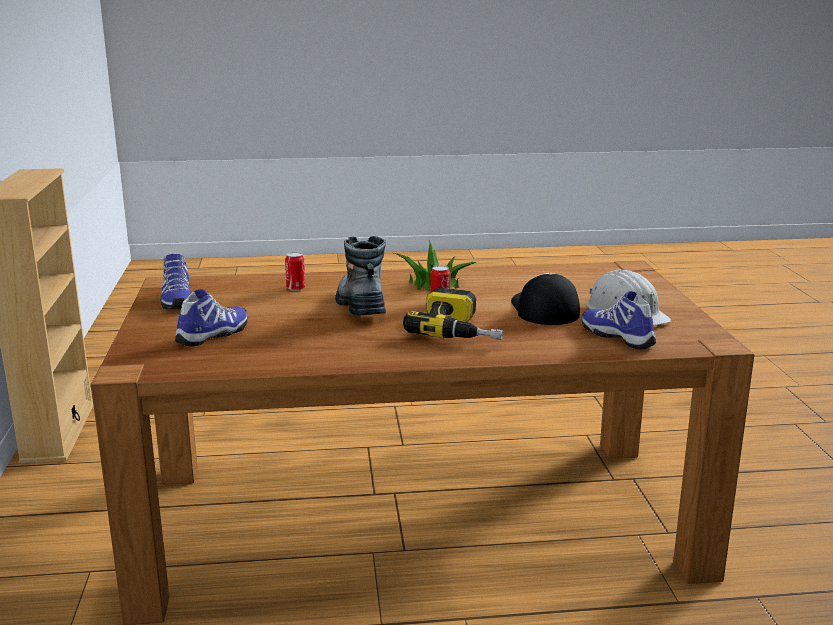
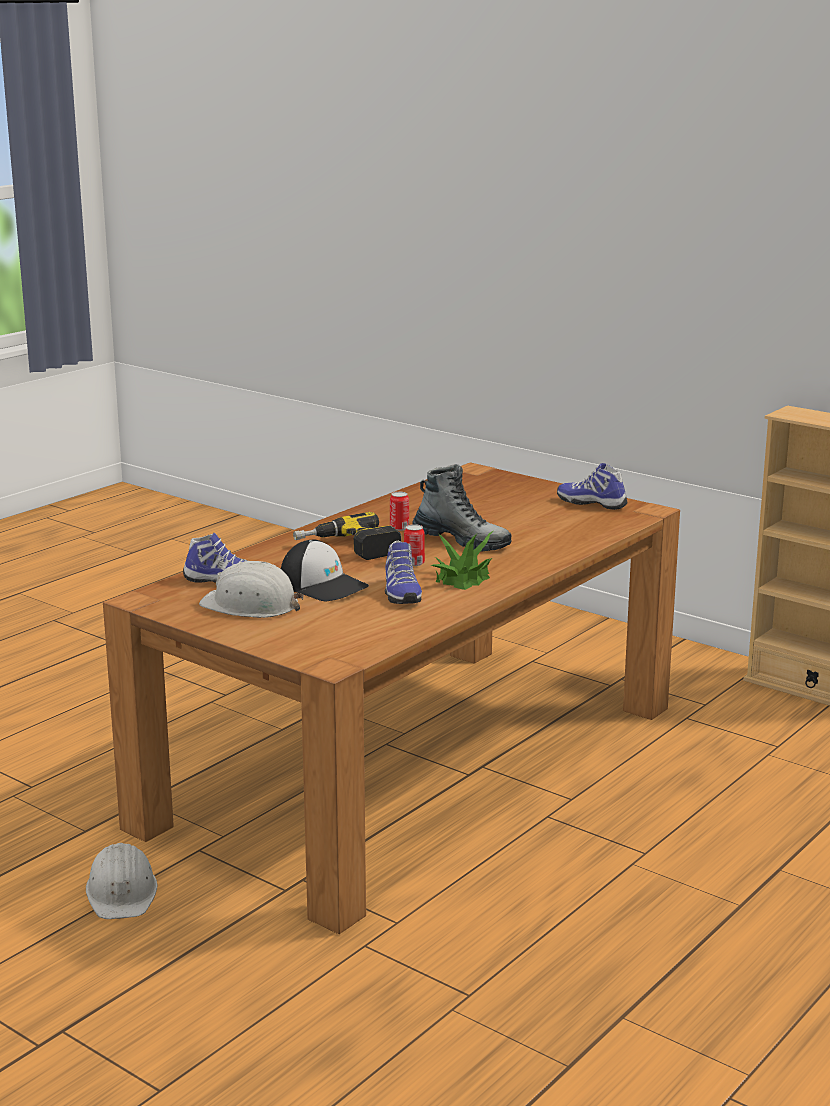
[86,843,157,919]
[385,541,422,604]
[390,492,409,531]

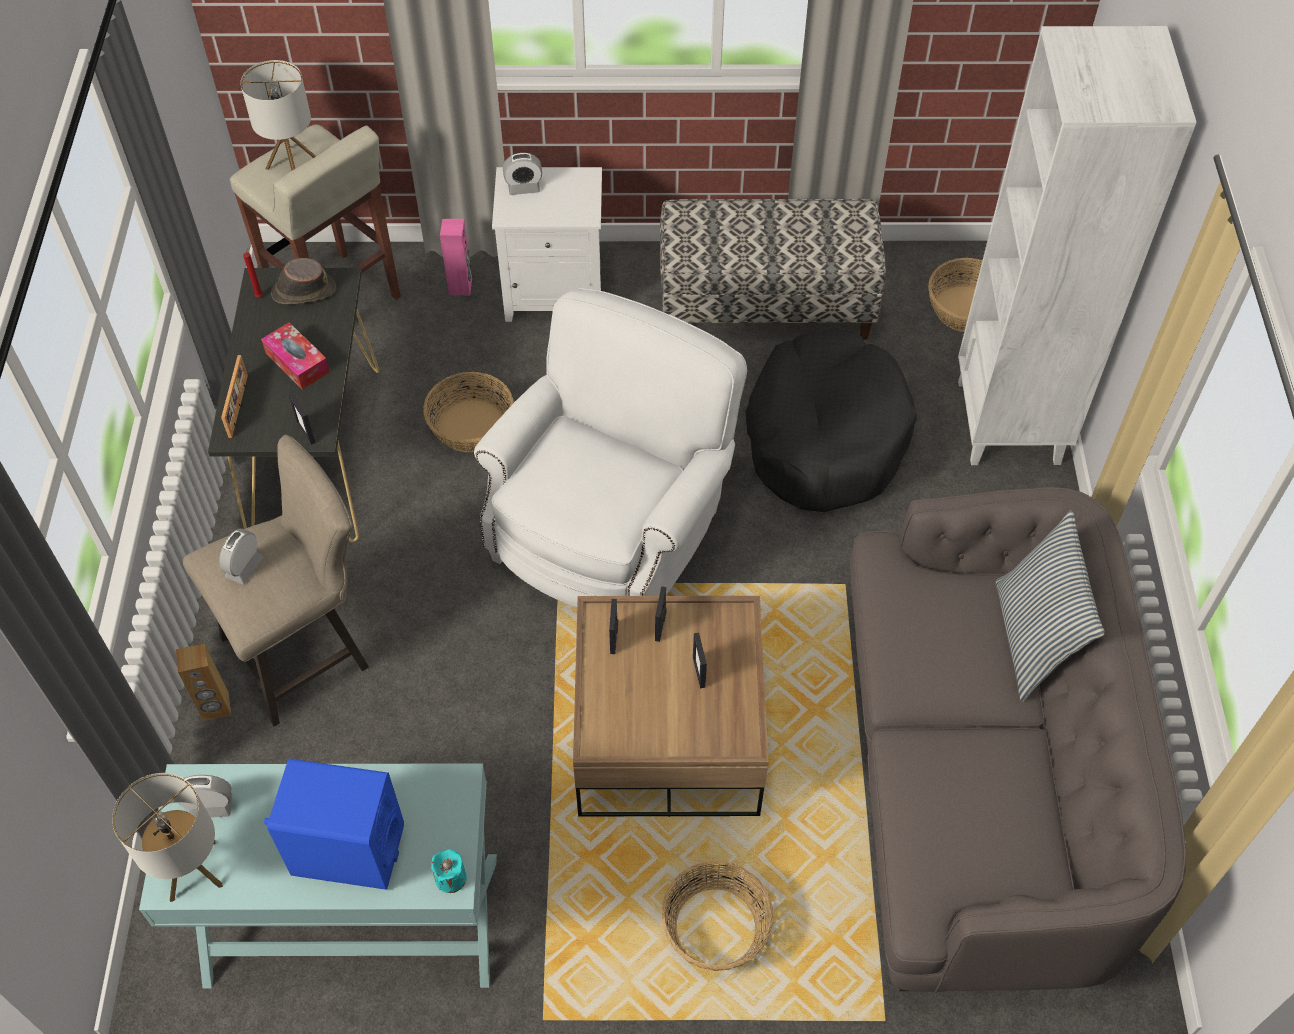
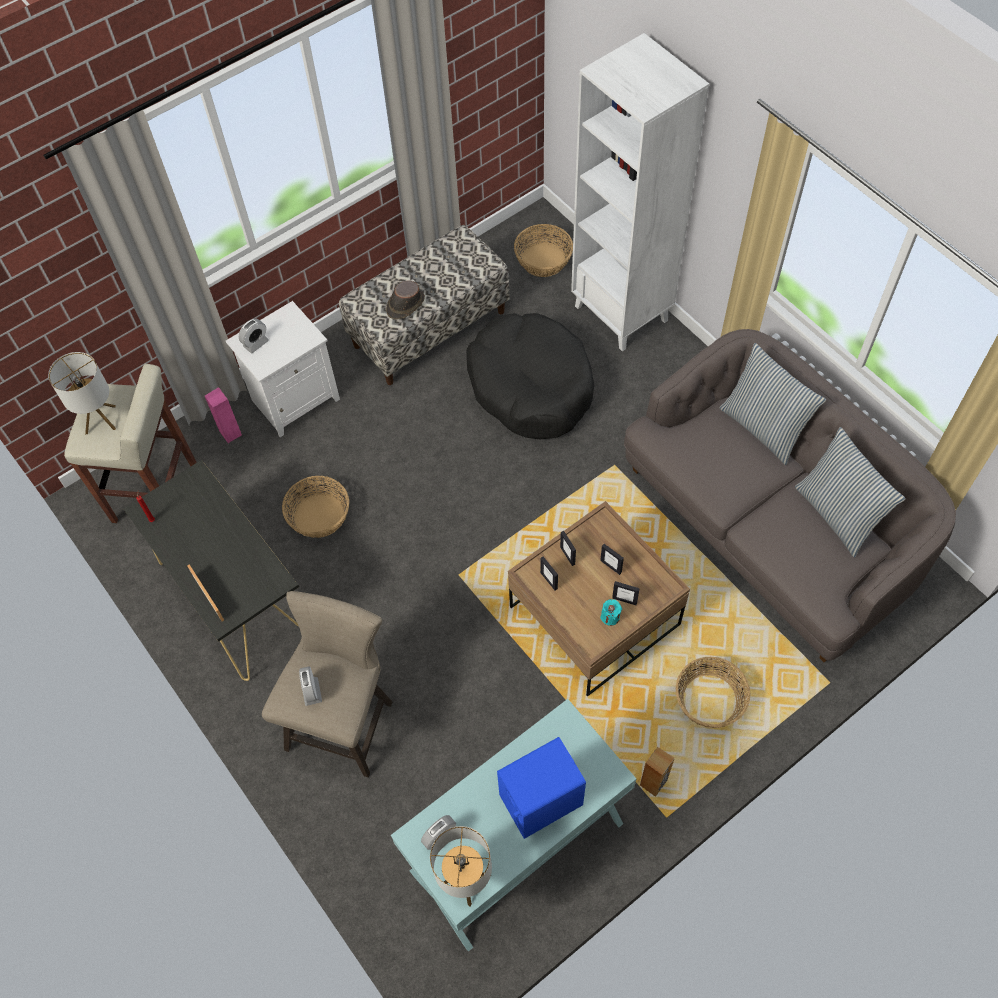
[386,281,425,320]
[600,599,622,626]
[612,581,640,605]
[640,747,675,797]
[795,427,905,558]
[261,322,330,390] (first image)
[474,288,747,607] (first image)

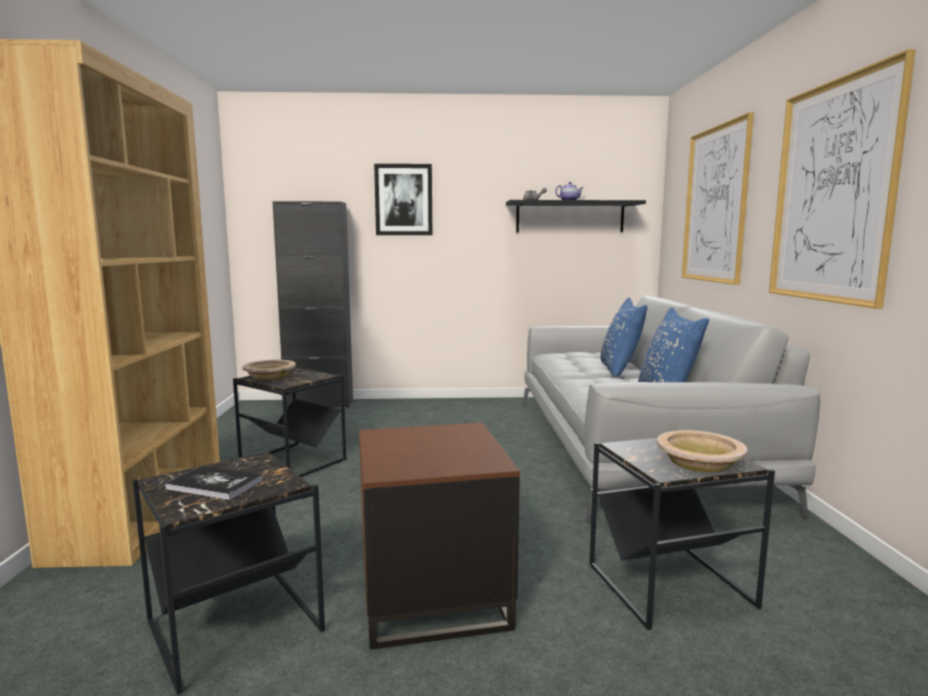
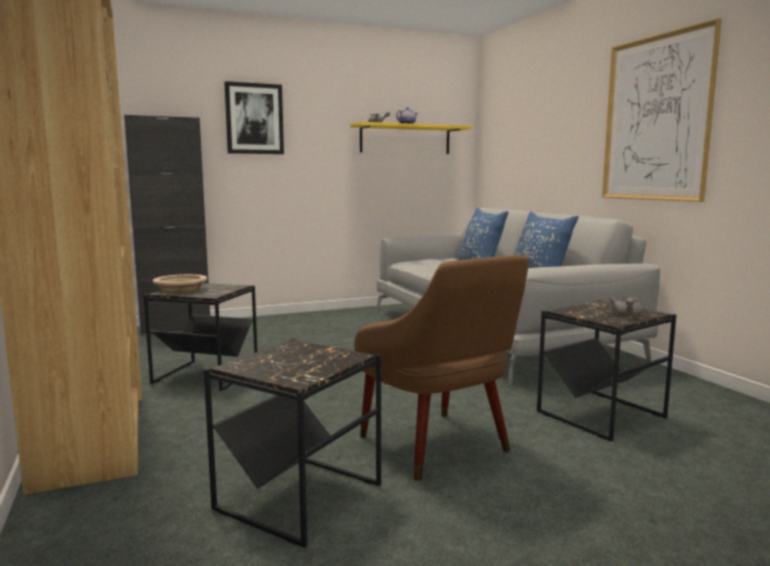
[350,122,472,154]
[354,255,529,481]
[609,297,642,315]
[165,466,263,500] (first image)
[682,112,754,285] (first image)

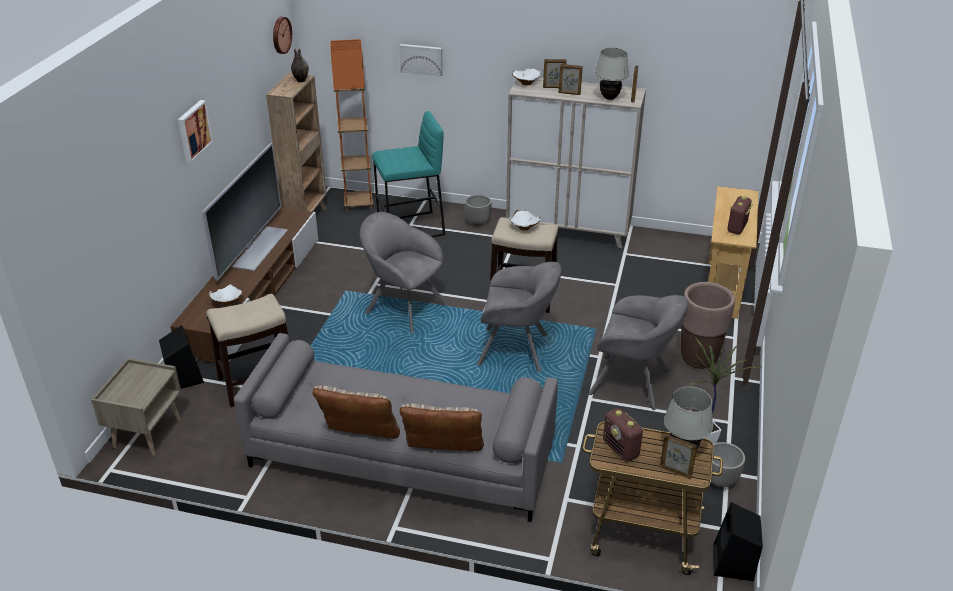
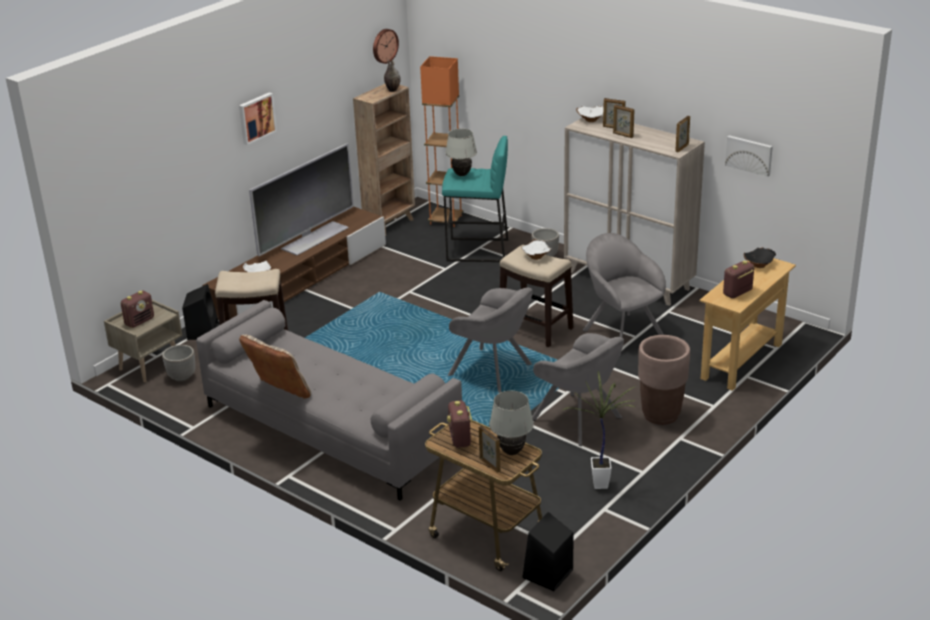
[121,290,154,328]
[162,345,195,382]
[445,129,477,176]
[582,233,666,357]
[725,135,773,177]
[744,247,776,268]
[400,403,484,452] (first image)

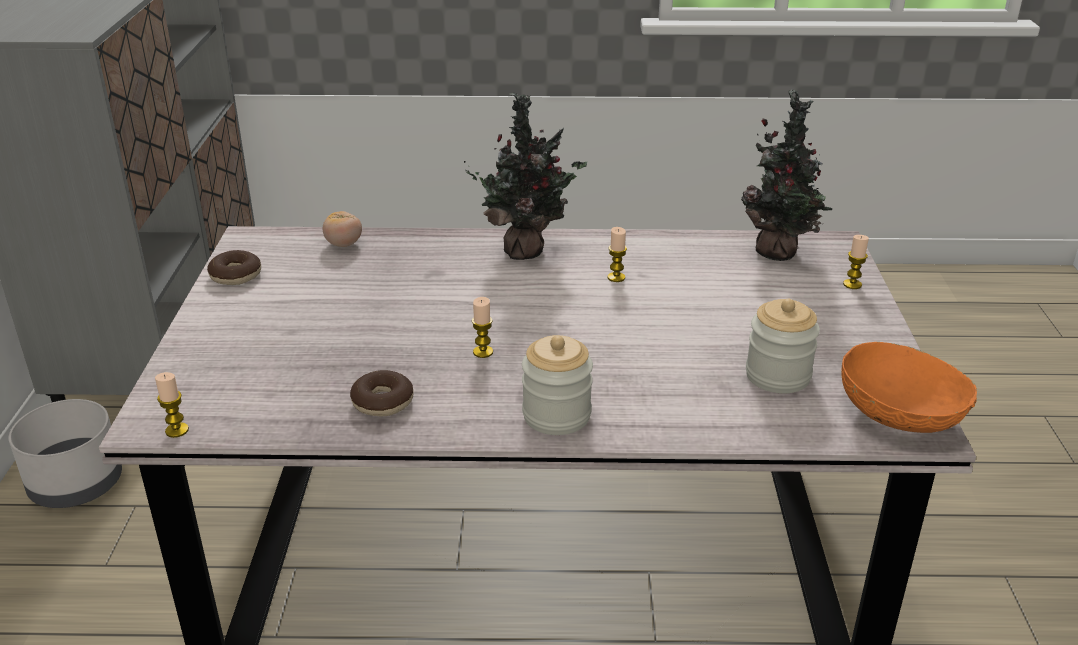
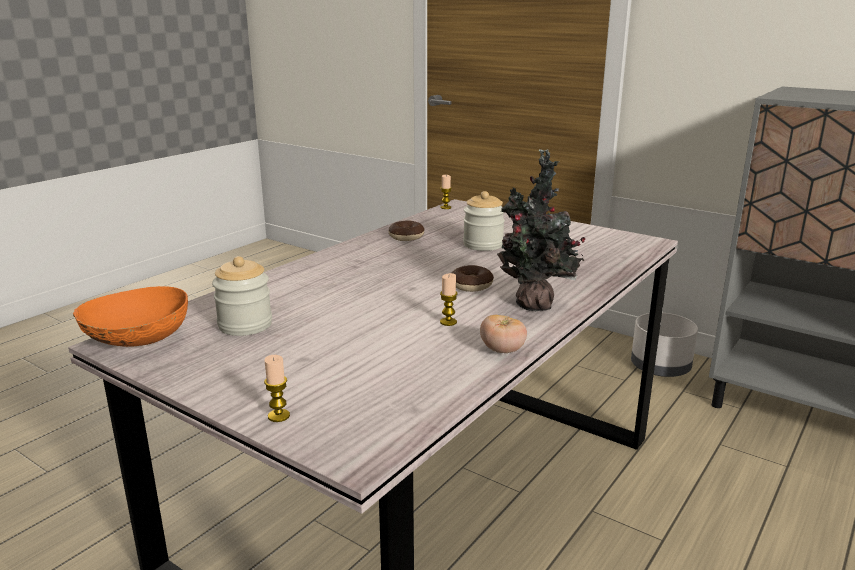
[452,265,494,292]
[463,191,505,251]
[480,315,527,353]
[472,297,493,358] (first image)
[741,89,833,261] (first image)

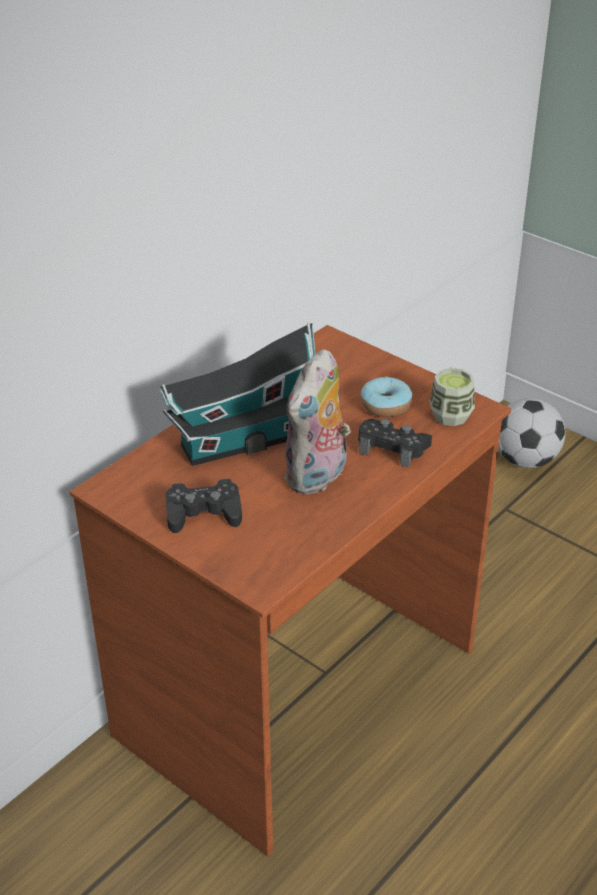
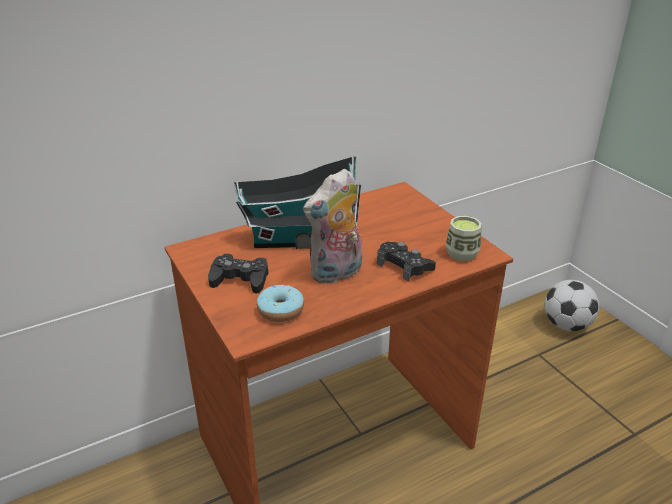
[257,285,304,322]

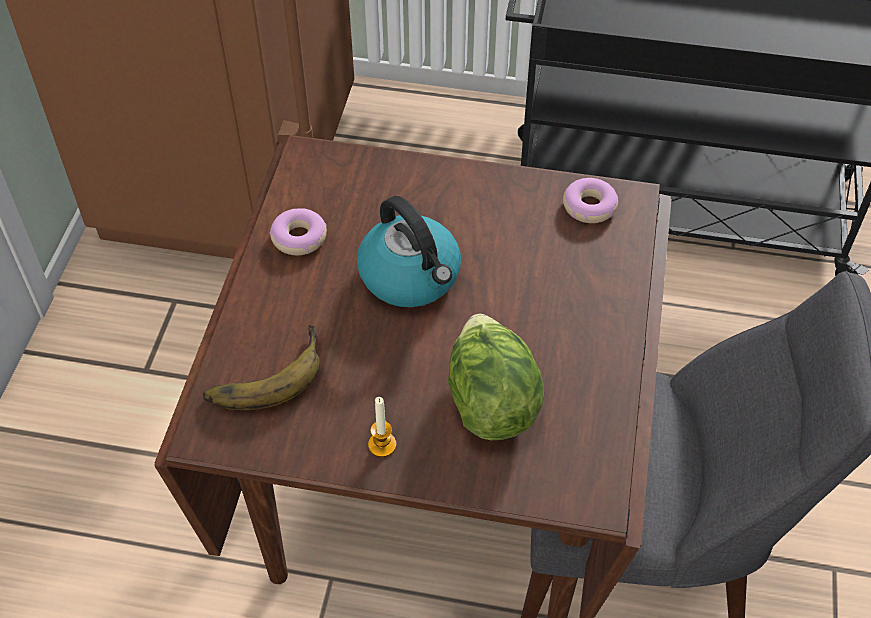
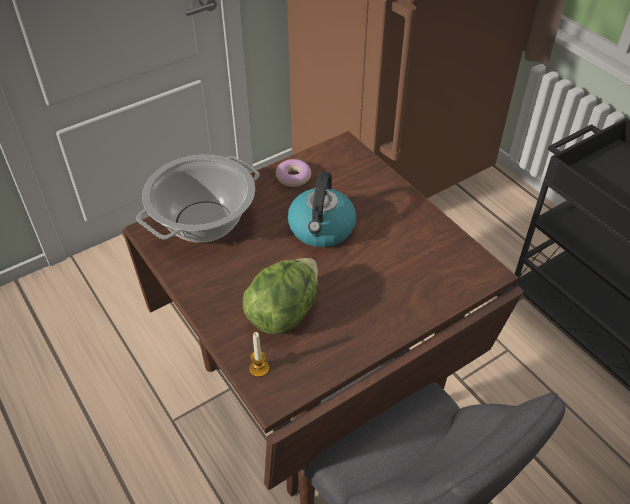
[136,155,259,243]
[249,332,269,377]
[563,178,618,223] (first image)

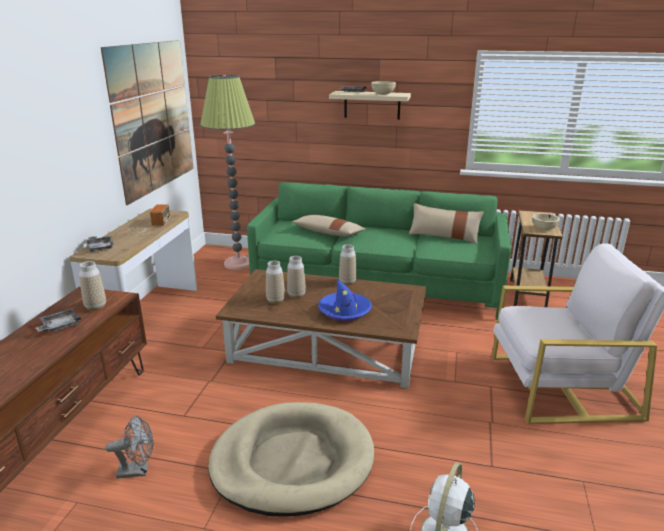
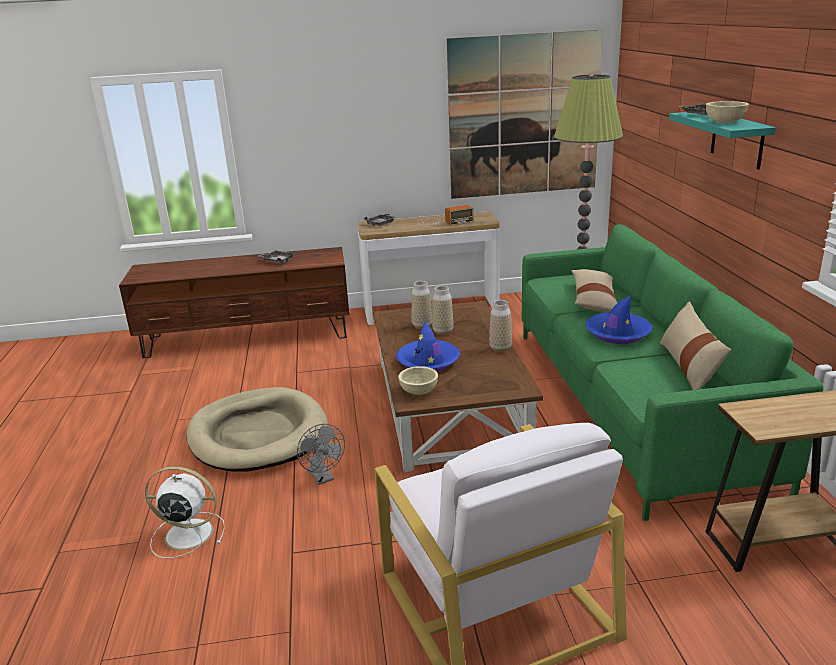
[297,424,345,485]
[398,366,438,395]
[585,295,653,344]
[669,112,776,170]
[79,261,106,311] (first image)

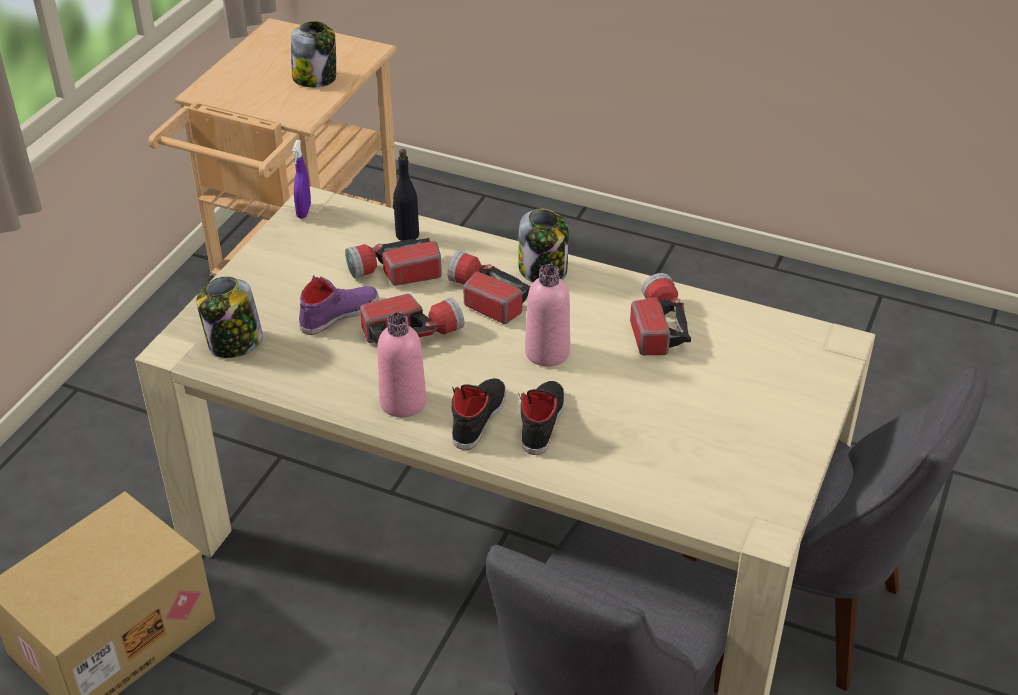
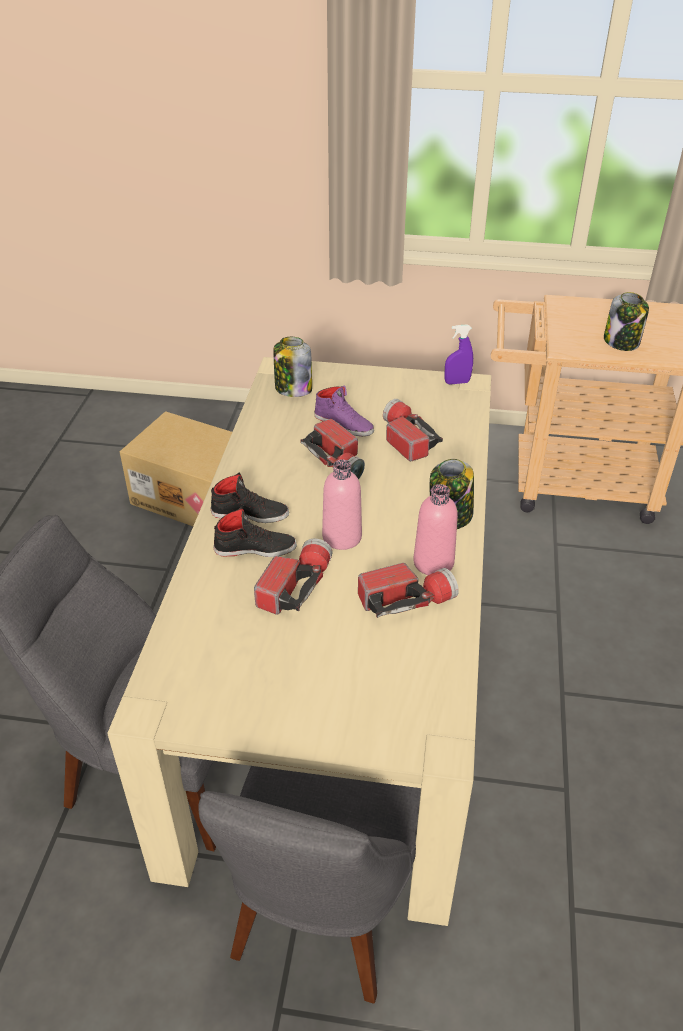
[254,539,333,615]
[413,484,458,575]
[393,149,419,241] (first image)

